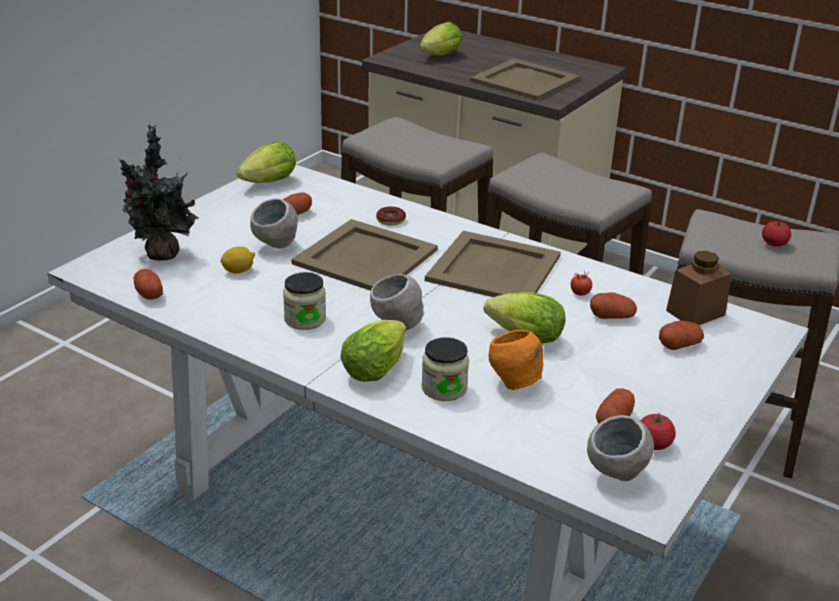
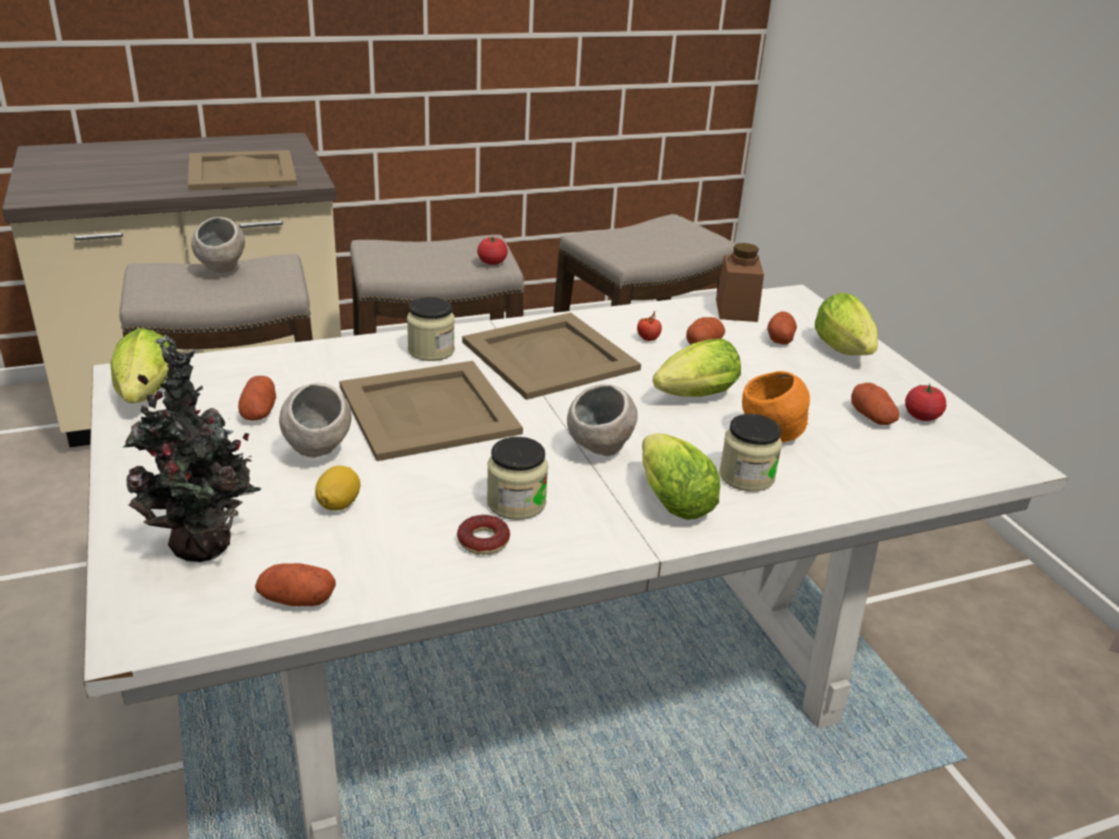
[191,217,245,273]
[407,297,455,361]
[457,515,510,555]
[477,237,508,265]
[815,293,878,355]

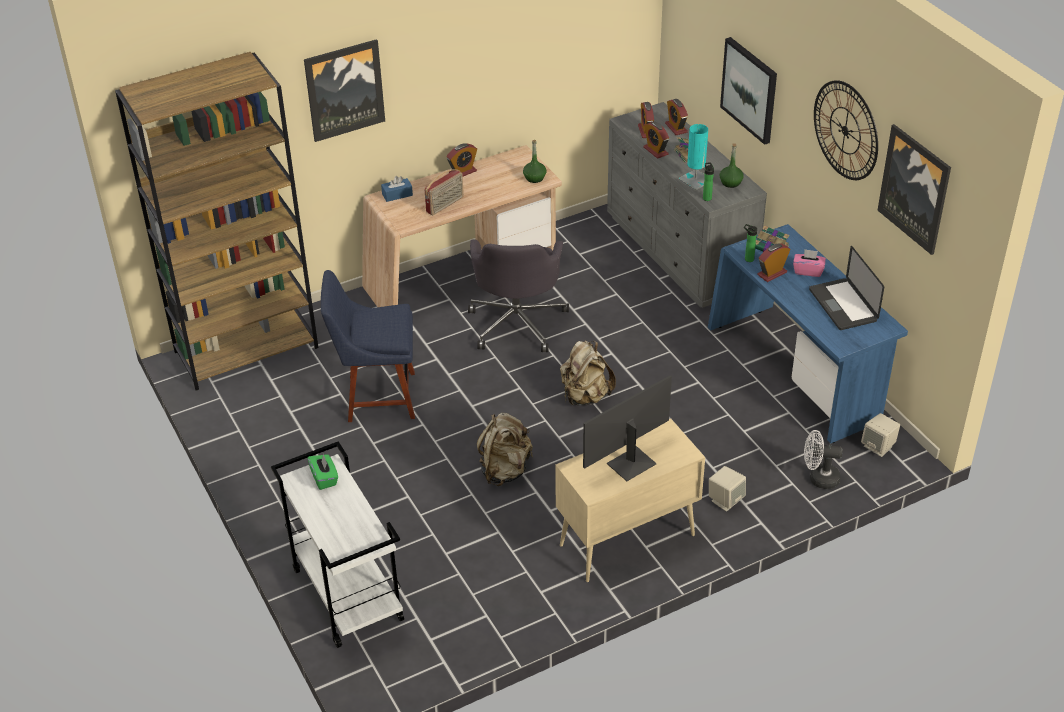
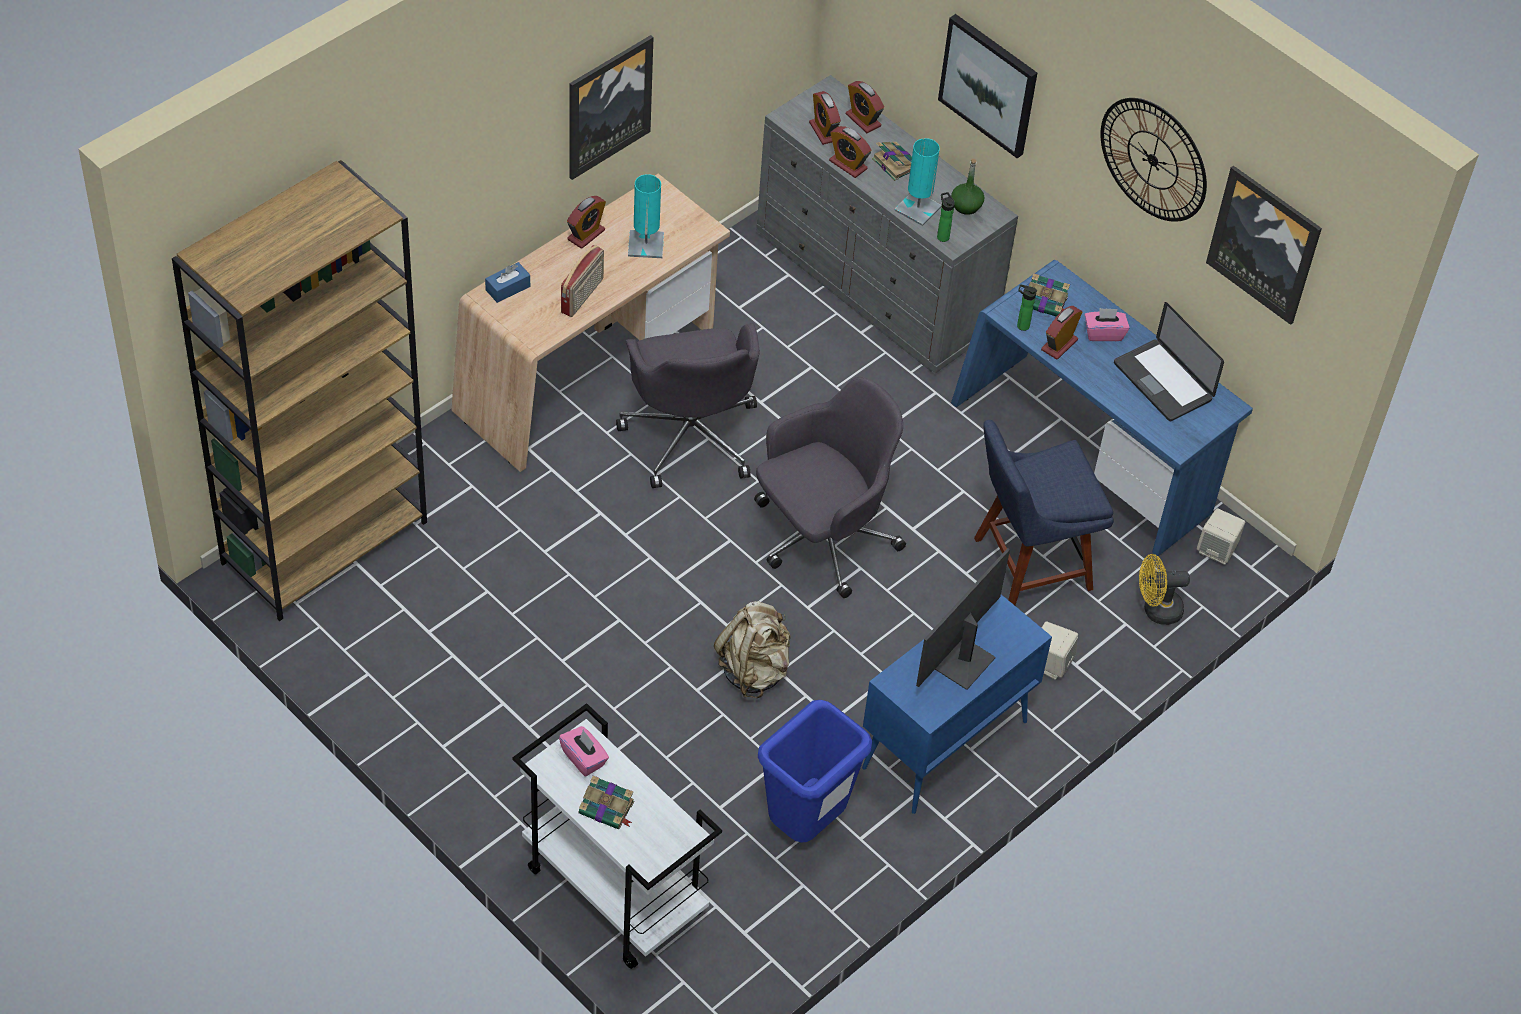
[559,726,609,776]
[569,35,653,180]
[579,776,634,829]
[628,174,664,258]
[754,377,906,598]
[758,700,872,843]
[862,595,1052,814]
[974,420,1114,605]
[1139,554,1190,625]
[523,140,546,183] (first image)

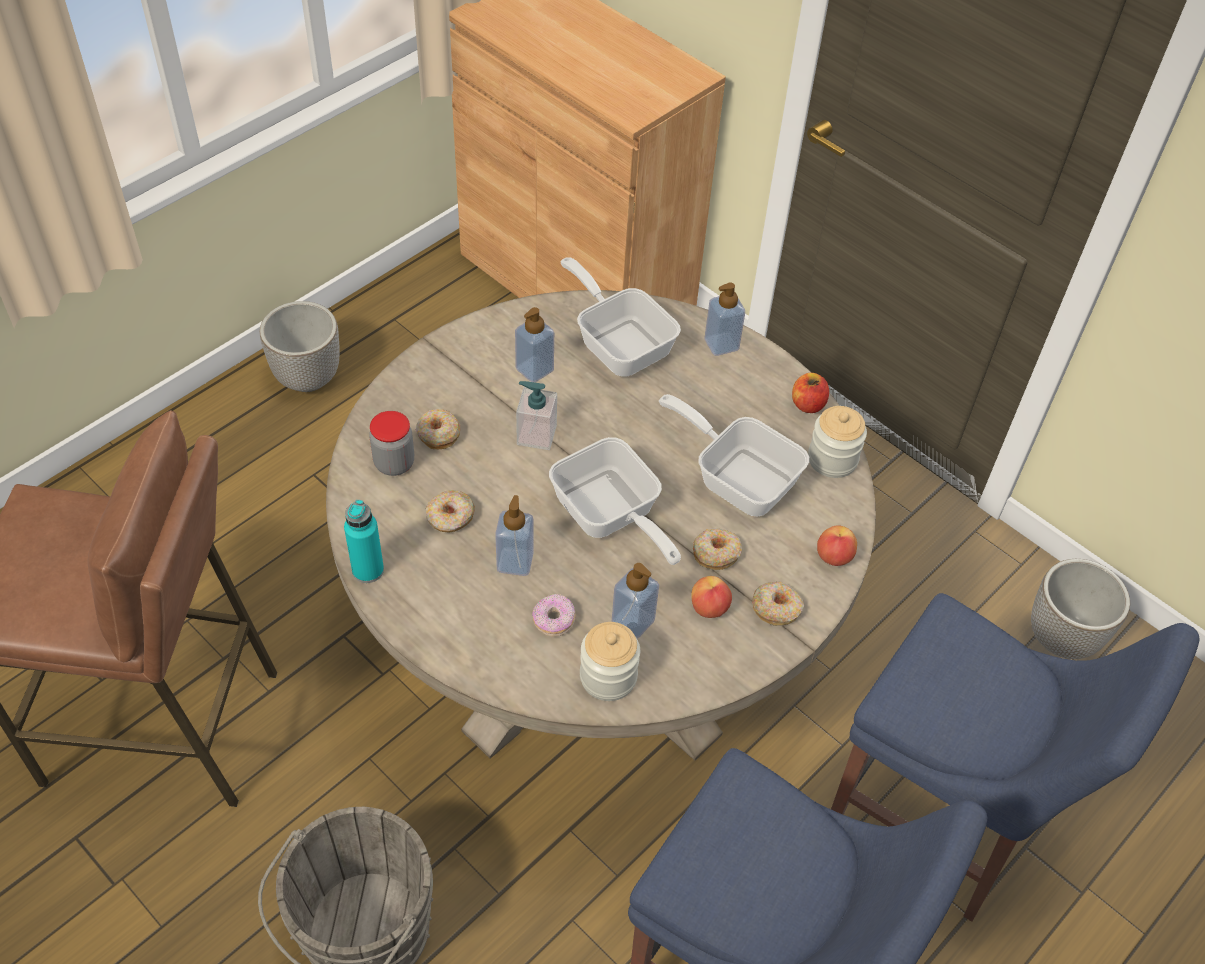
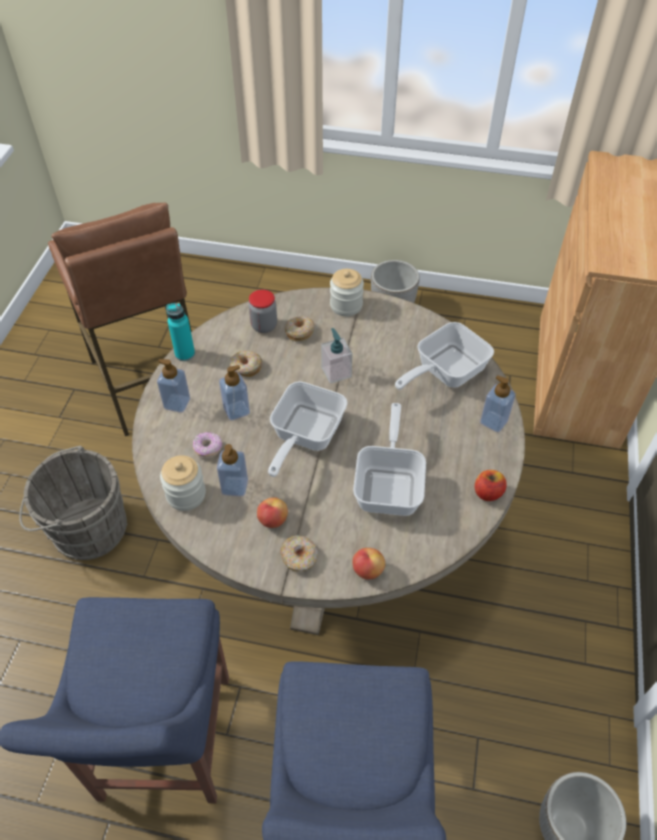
[157,359,190,413]
[330,269,364,316]
[395,322,494,390]
[693,528,742,570] (first image)

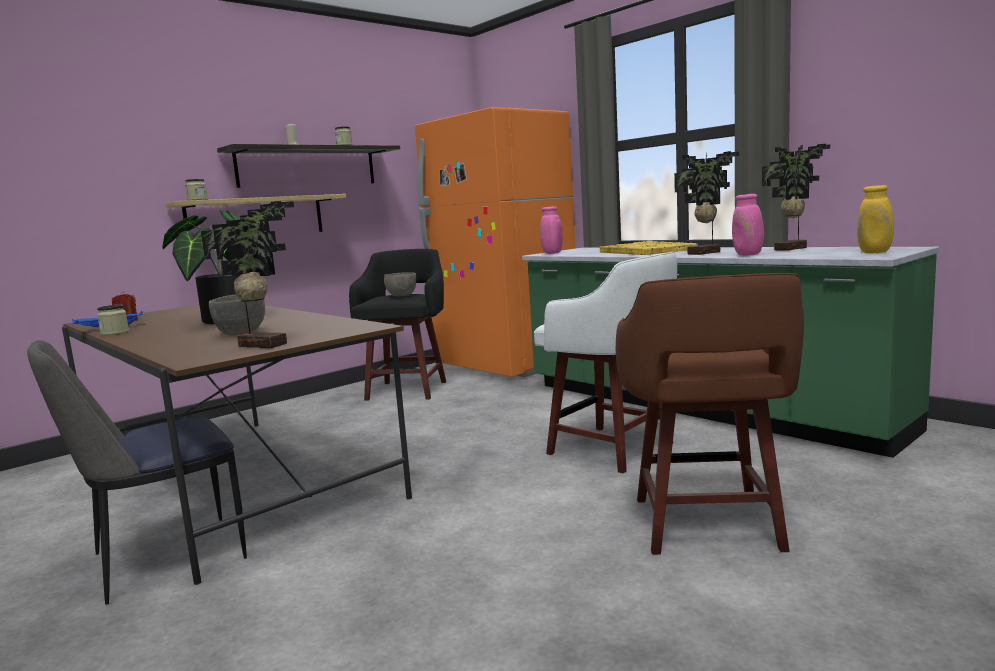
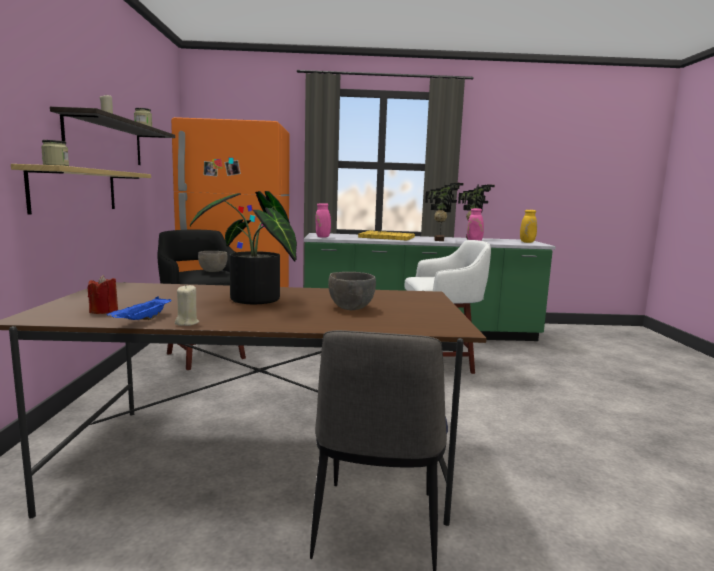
[175,285,199,326]
[201,201,294,348] (first image)
[616,273,804,555] (first image)

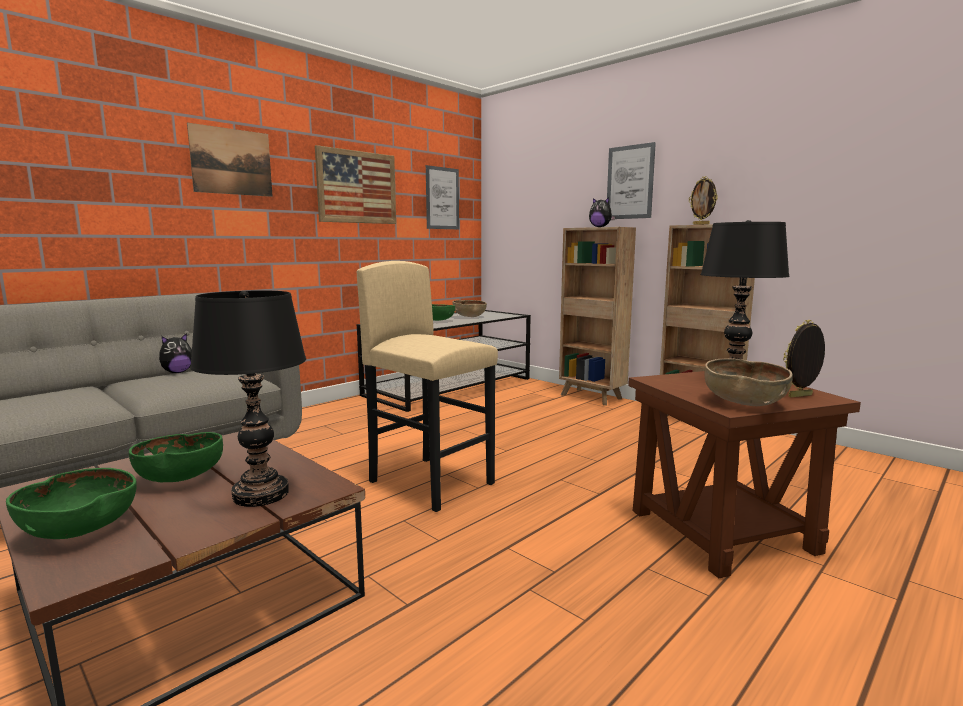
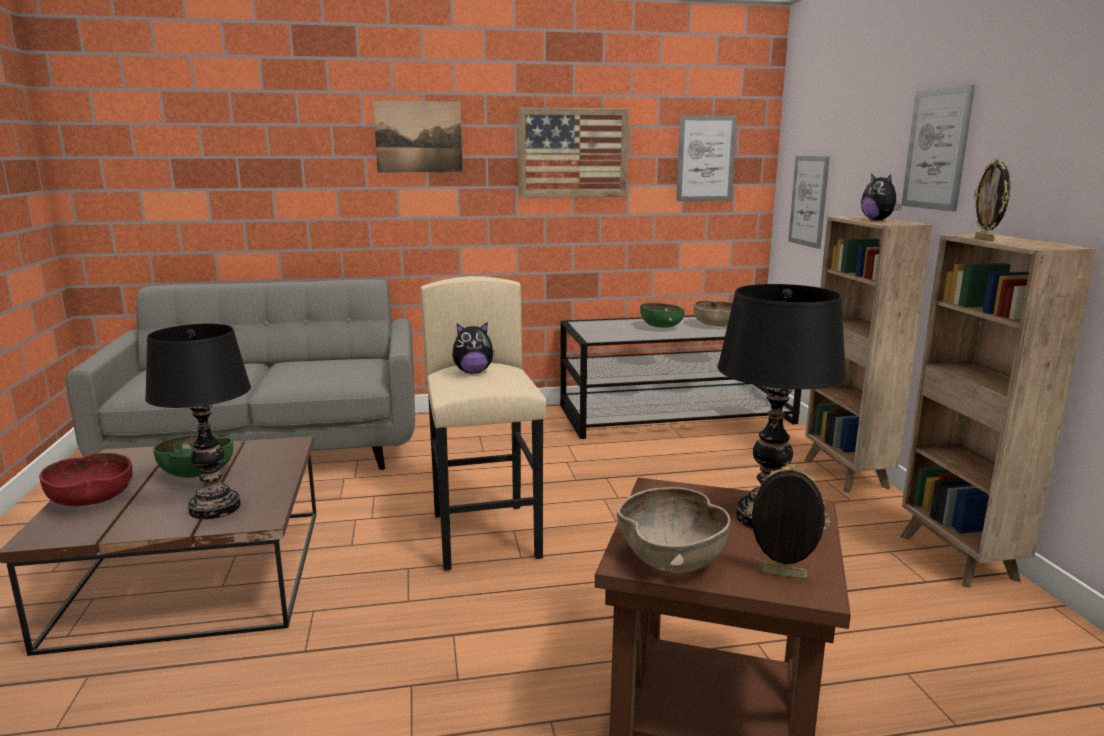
[39,453,133,506]
[452,323,495,373]
[788,156,830,249]

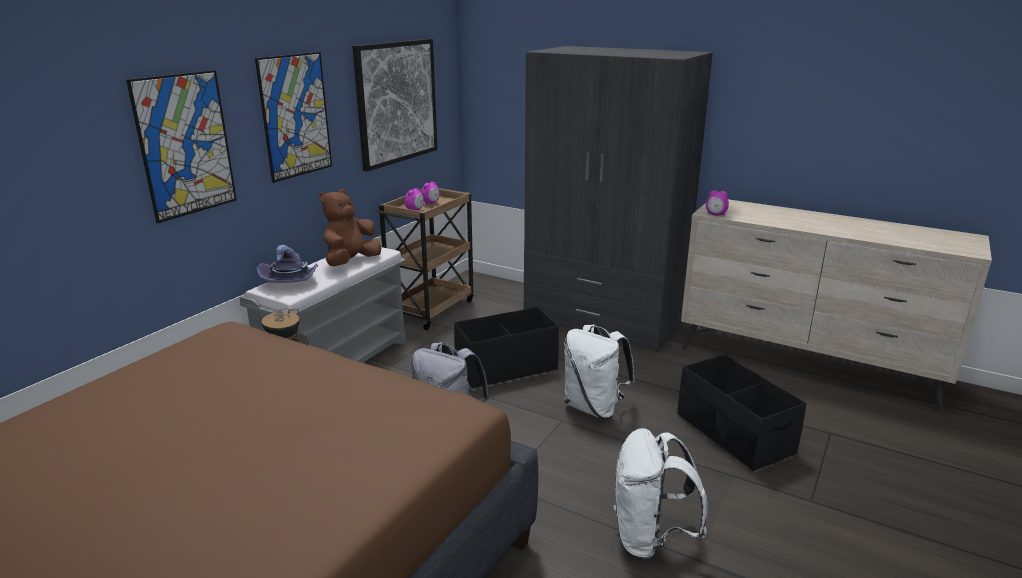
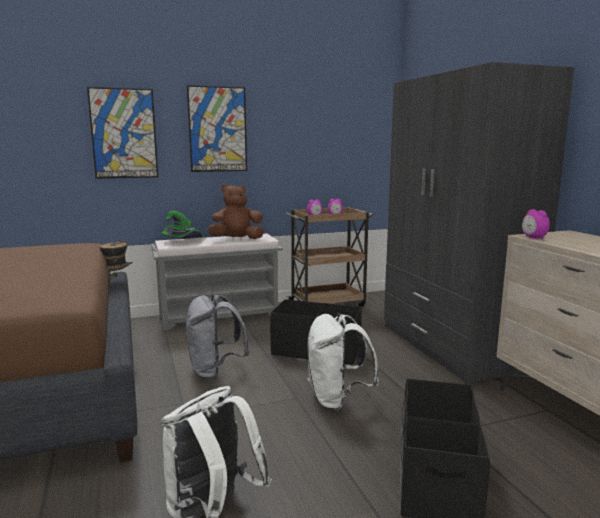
[162,211,206,239]
[352,39,438,172] (first image)

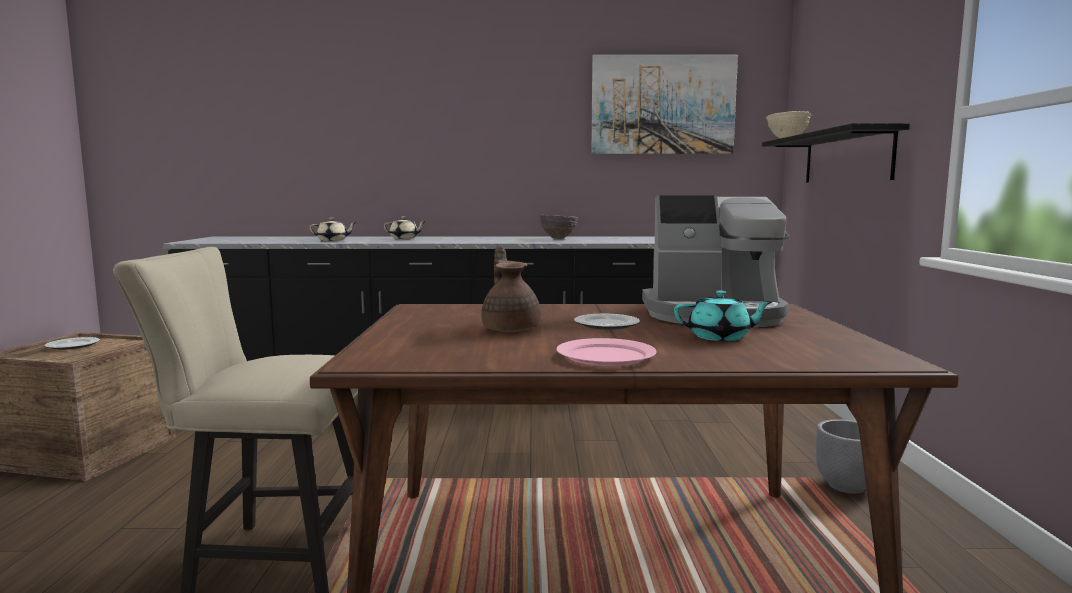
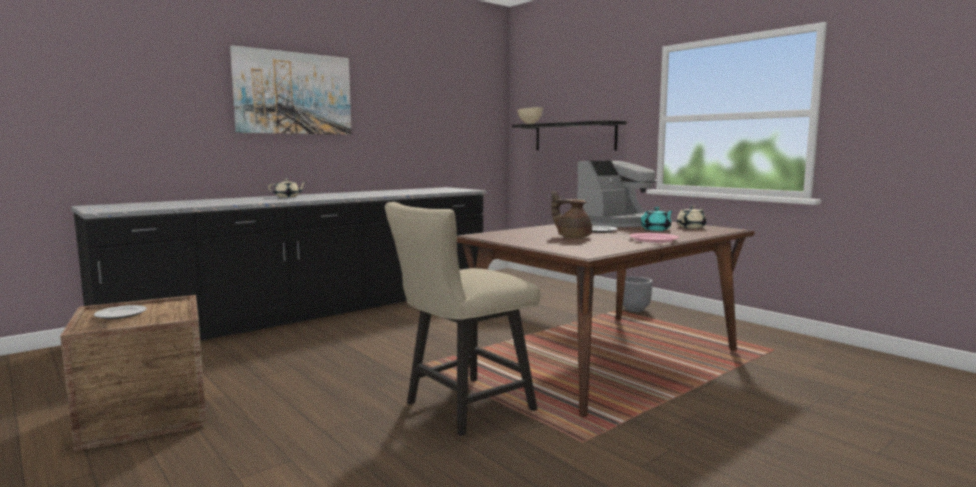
[230,46,352,135]
[677,205,707,228]
[540,215,578,239] (first image)

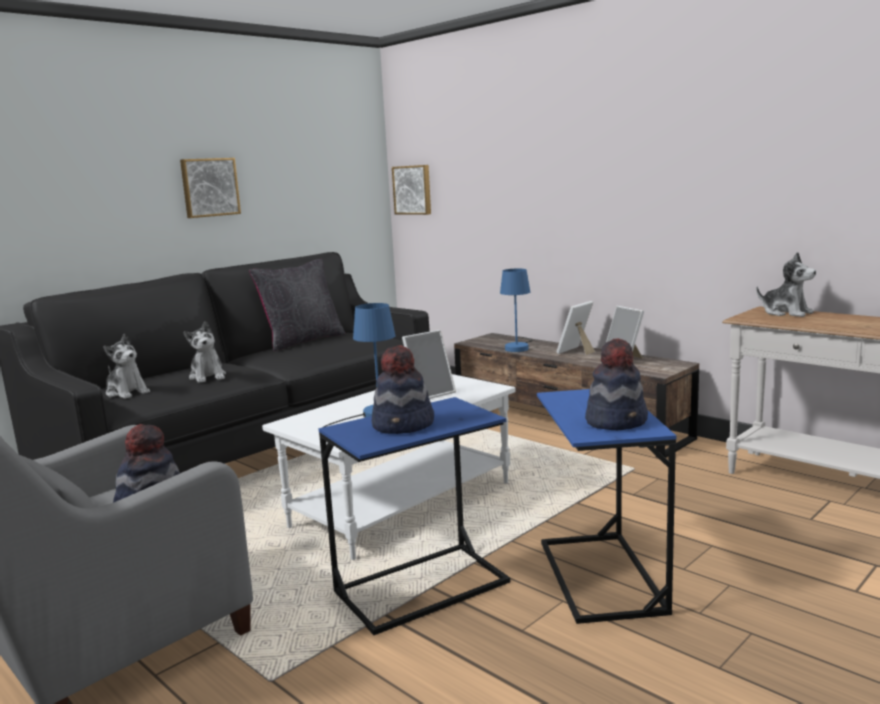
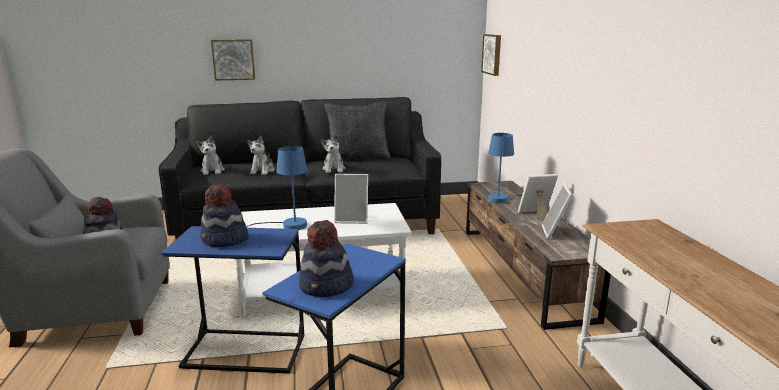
[211,40,255,80]
[321,134,345,173]

